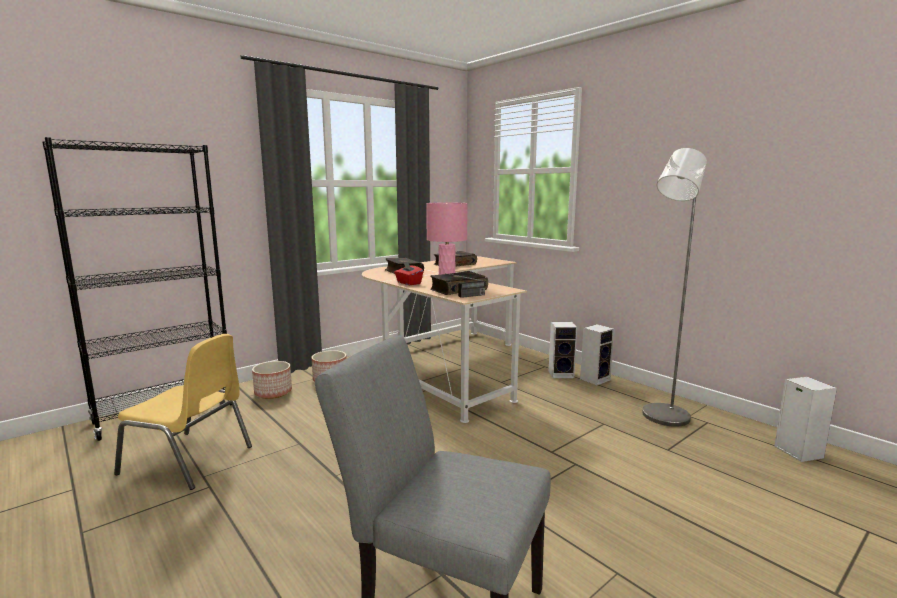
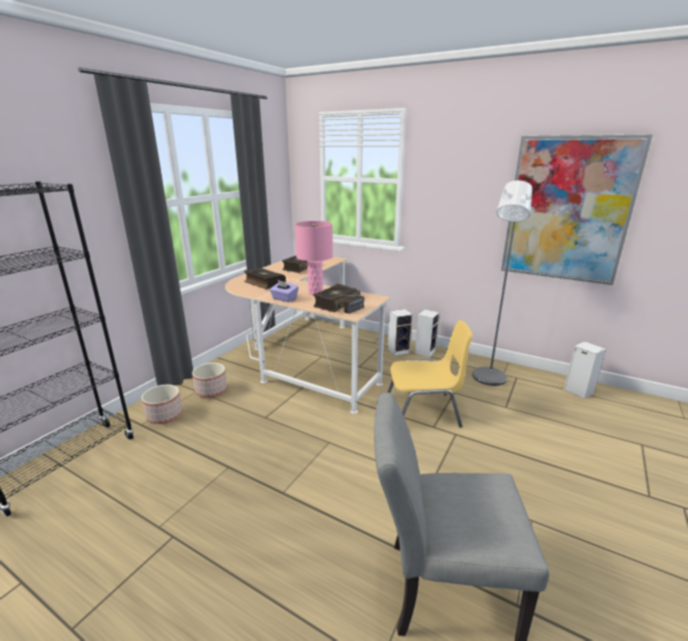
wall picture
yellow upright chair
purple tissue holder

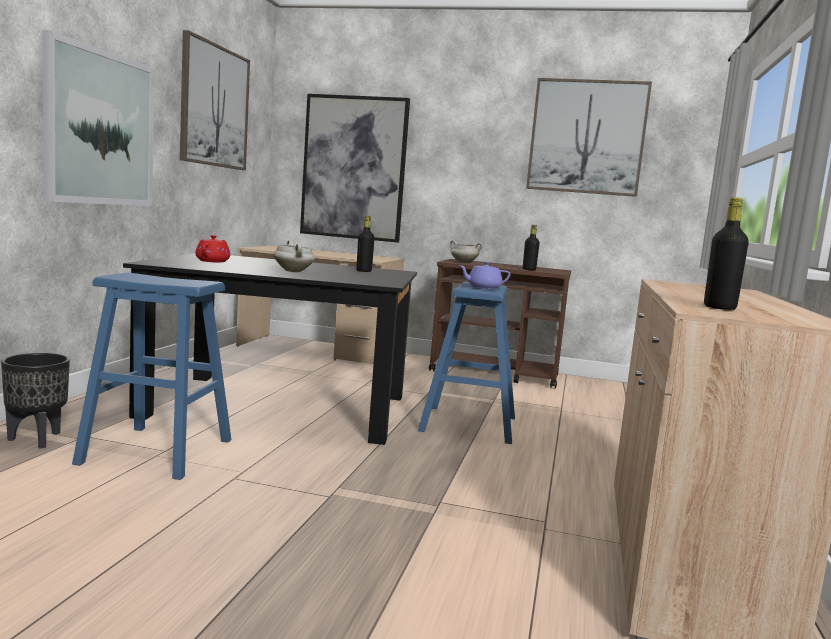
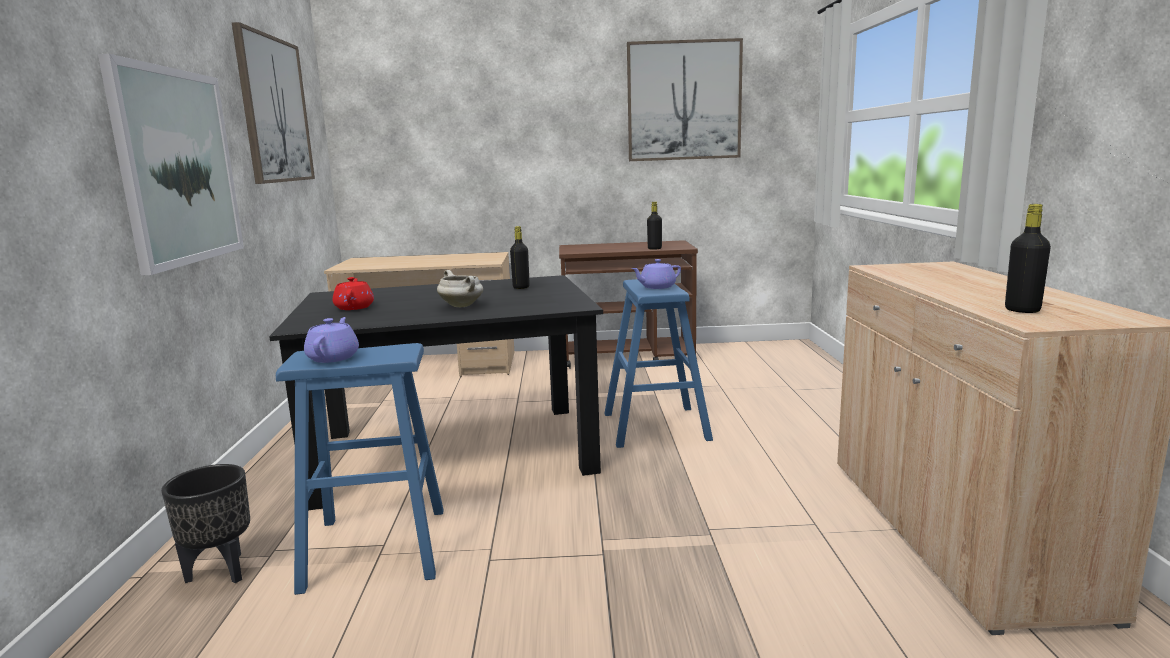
wall picture (3rd from left in the first image)
whitish cooking pot (2nd from left in the first image)
purple teapot (1st from left)

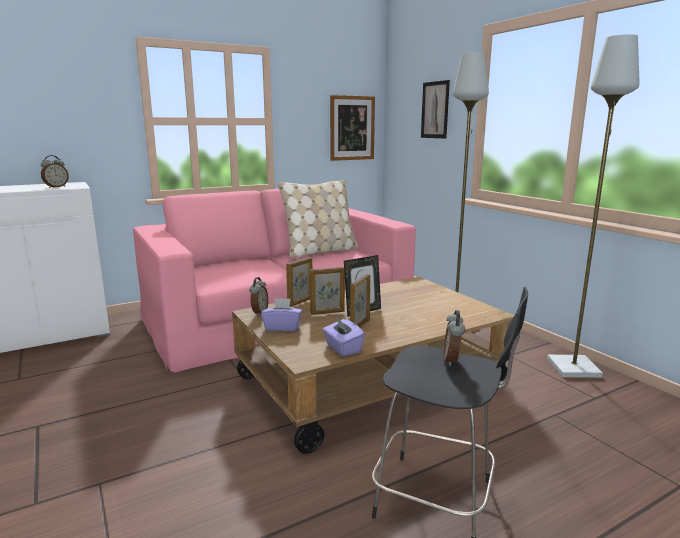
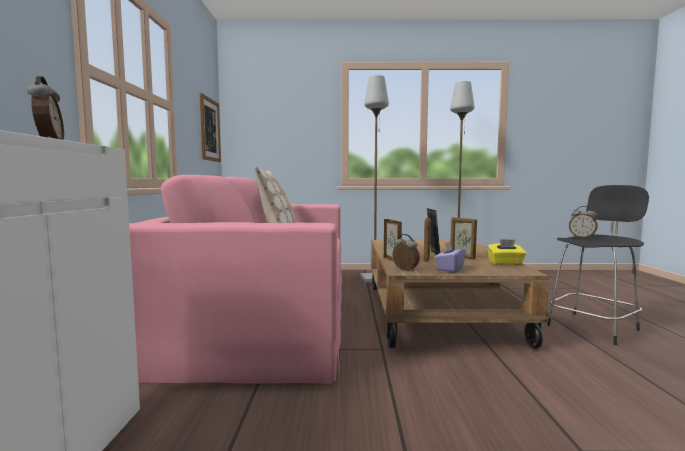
wall picture (2nd from left in the first image)
yellow tissue holder

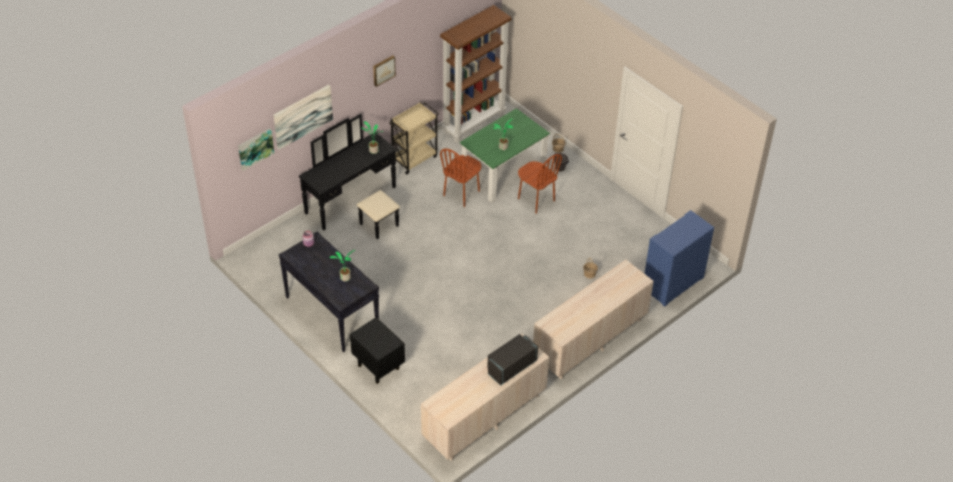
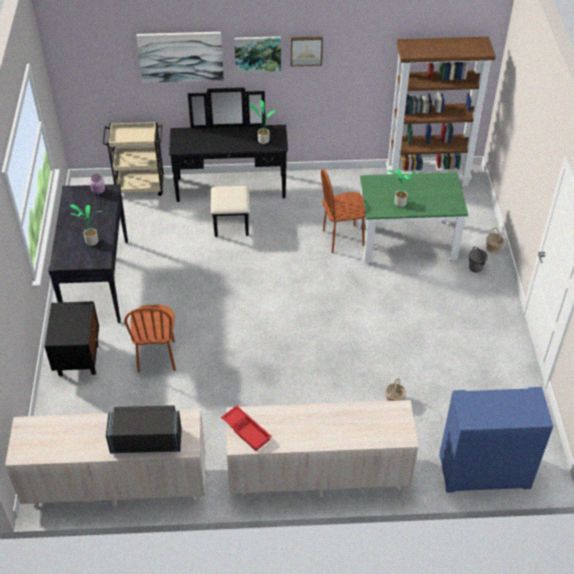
reddish carrying tray
wall picture (2nd from left)
beige-coloured wheeled cart
brown upright chair (1st from left)

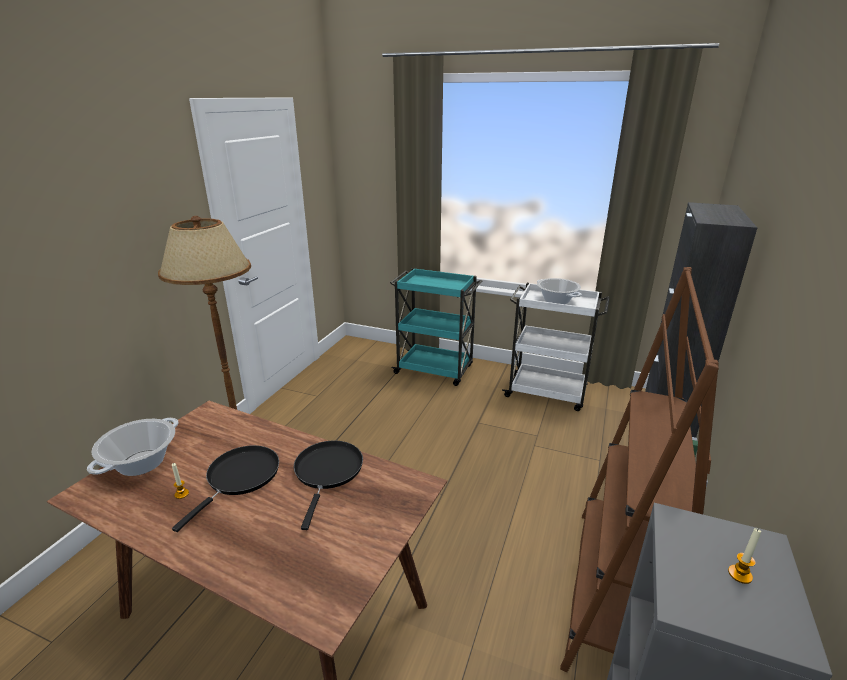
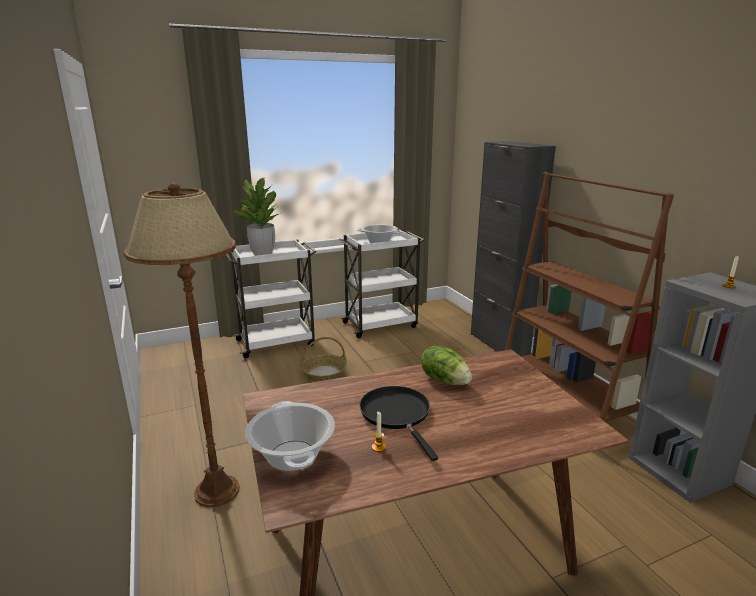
potted plant
basket
lettuce head
whitish wheeled cart (1st from left)

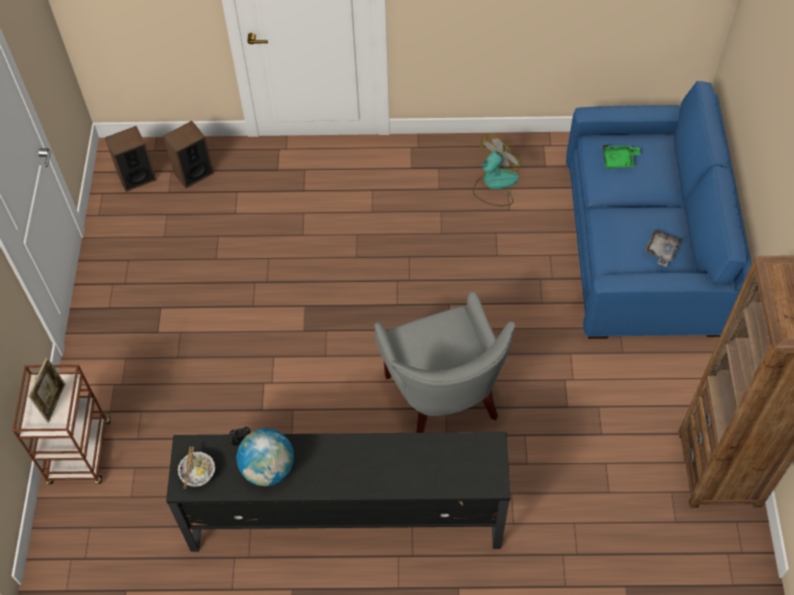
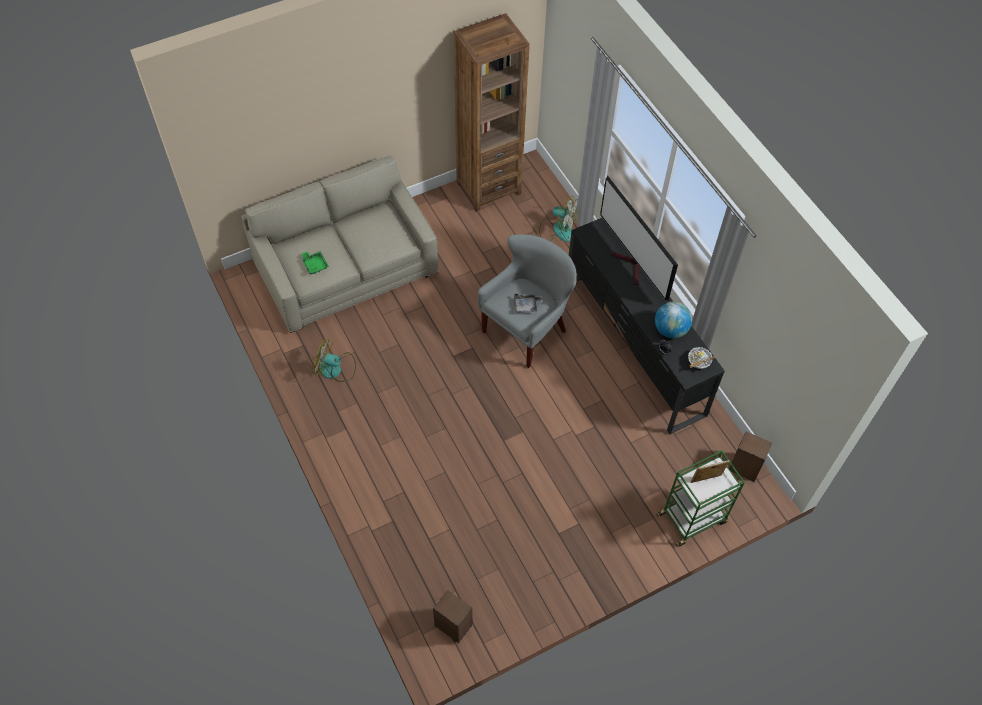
cooling fan (2nd from left)
TV set
loudspeaker (2nd from left)
gray carrying tray
green-coloured wheeled cart
beige-coloured settee

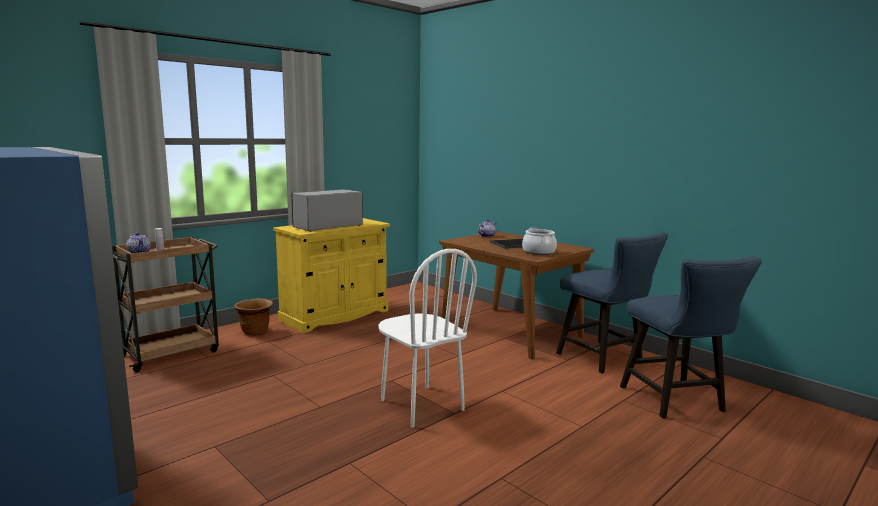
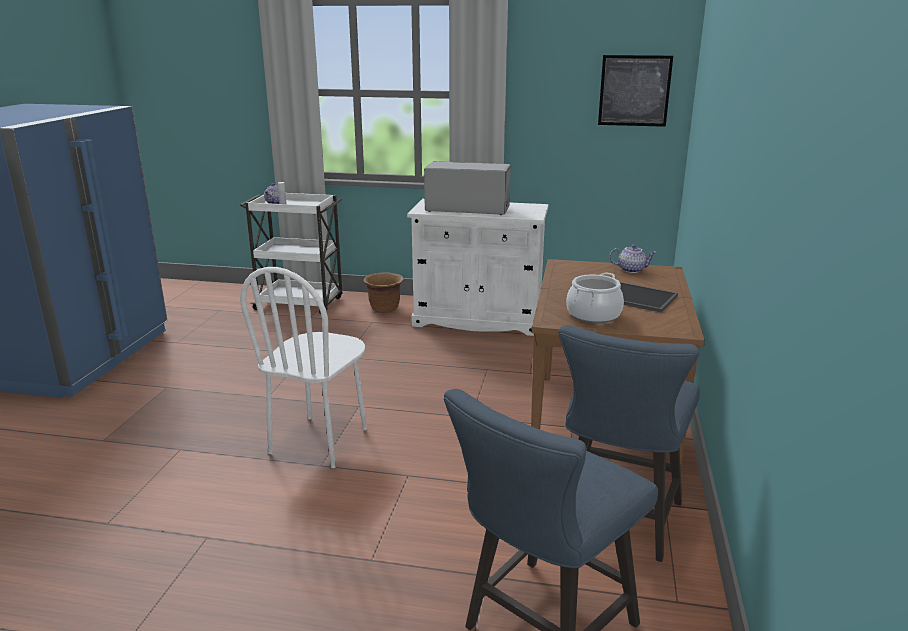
wall picture
whitish wheeled cart
whitish cupboard

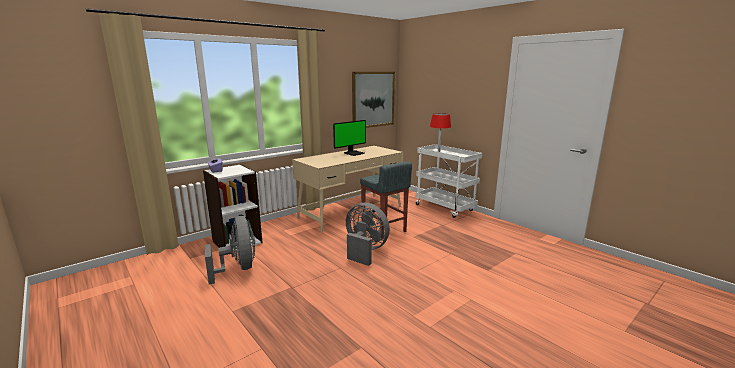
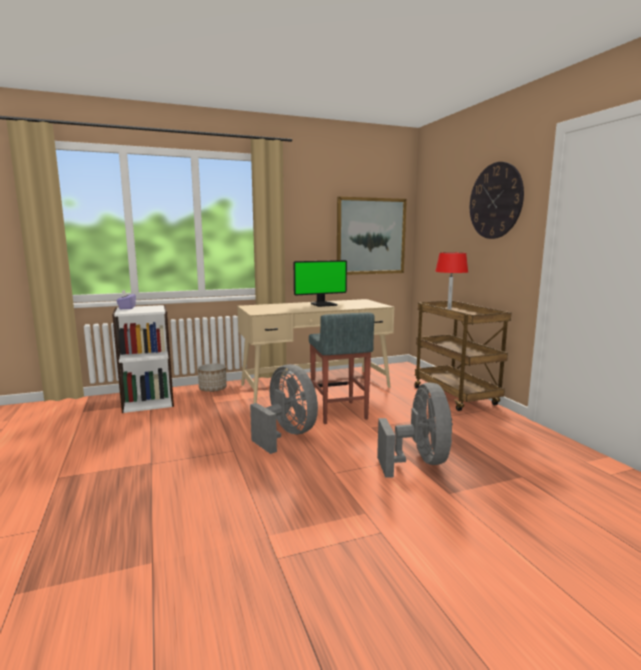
flower pot
clock on the wall
gray cooling fan (2nd from left)
brown wheeled cart

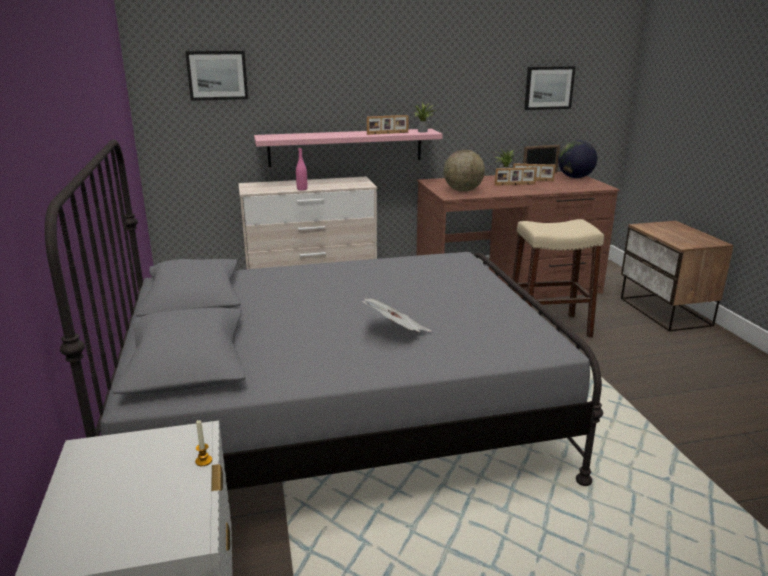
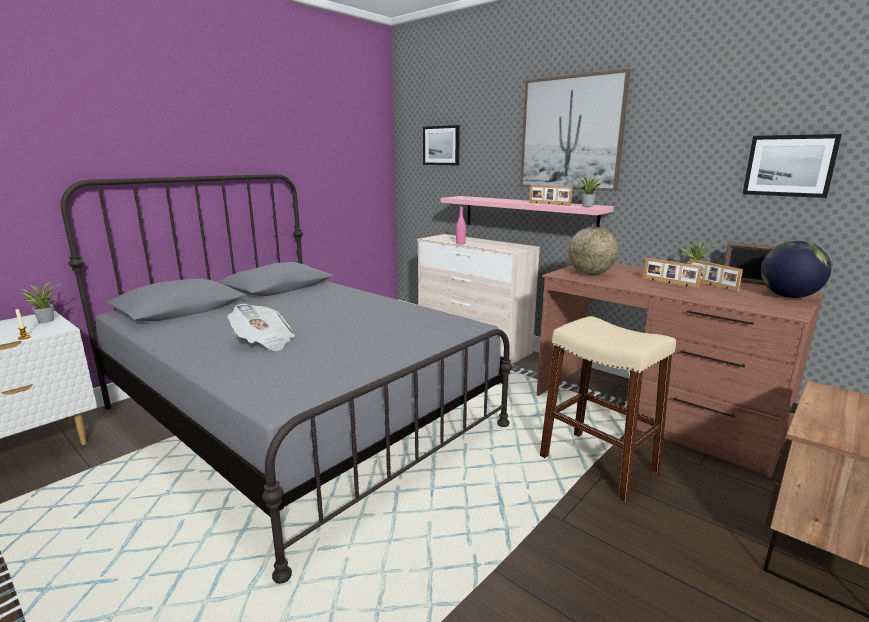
potted plant (1st from left)
wall picture (2nd from left)

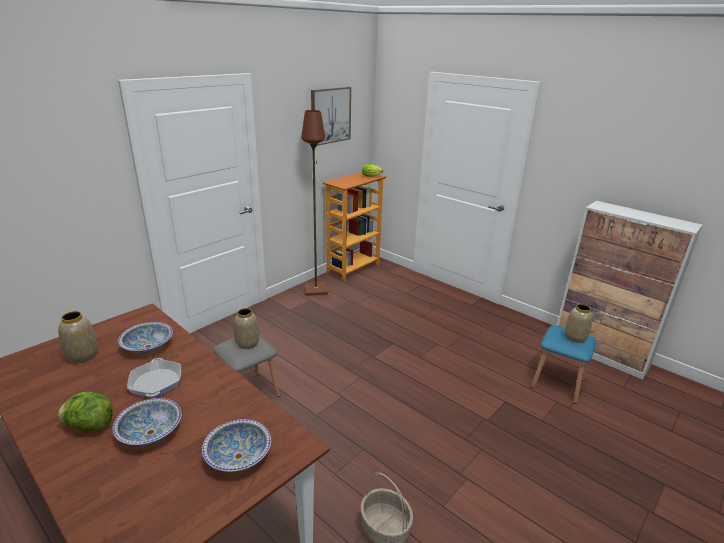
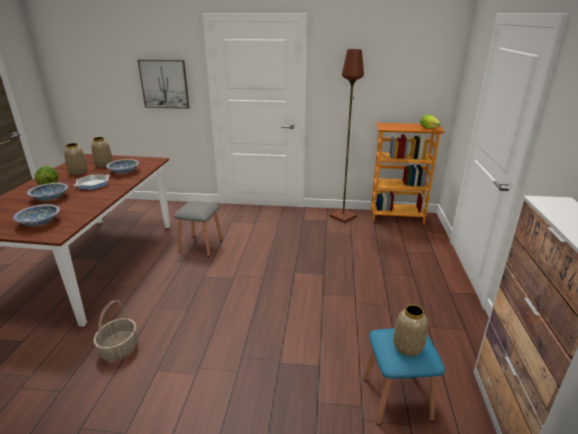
vase (1st from left)
wall picture

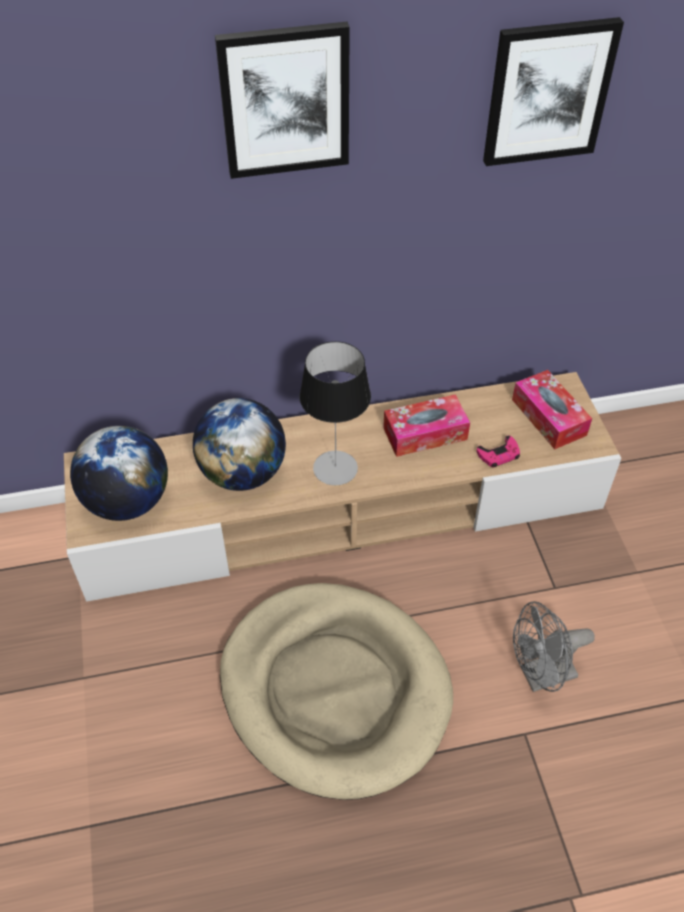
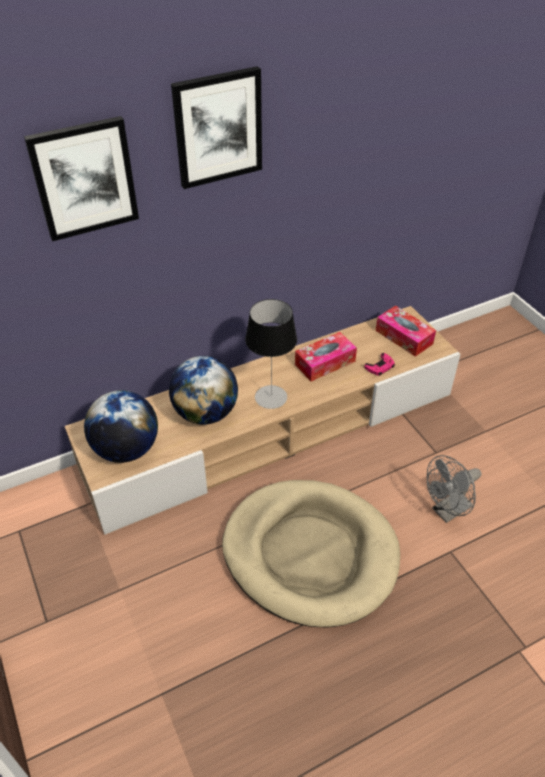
wall picture (1st from left)

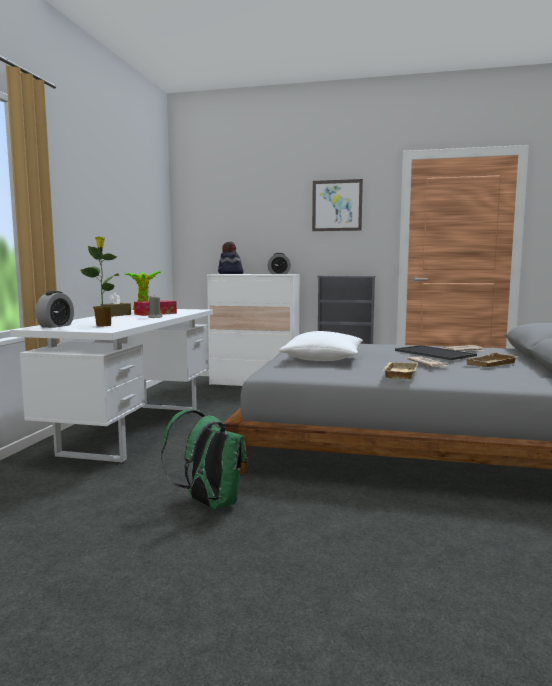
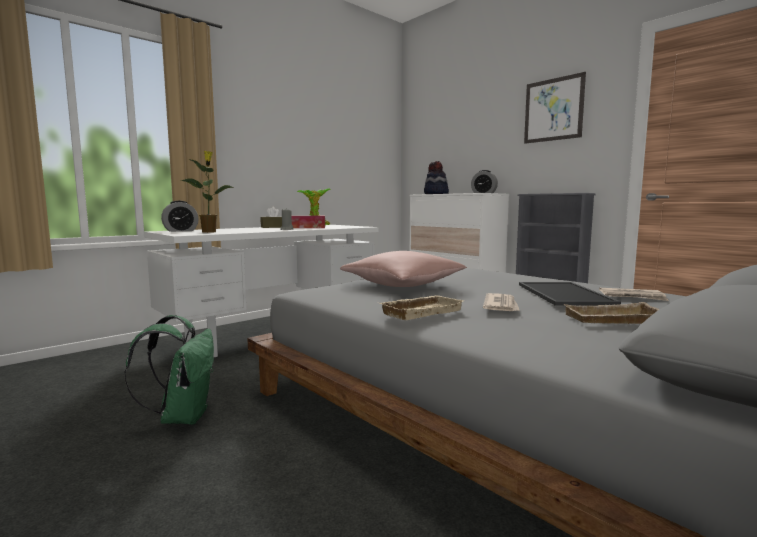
pink-coloured cushion

